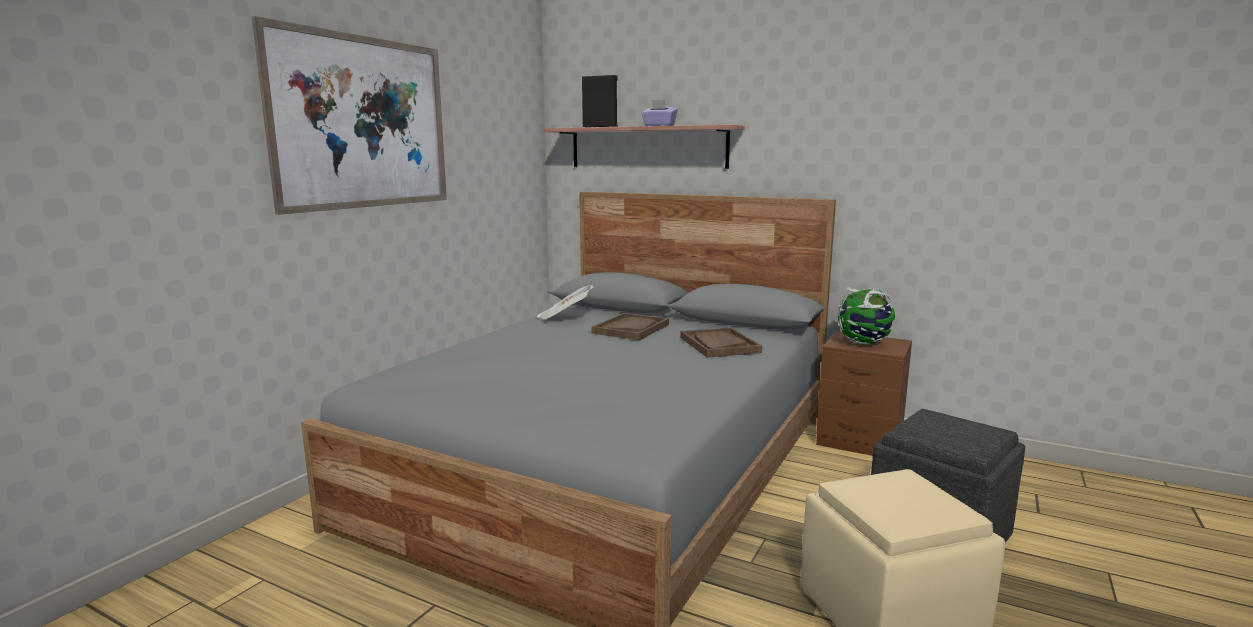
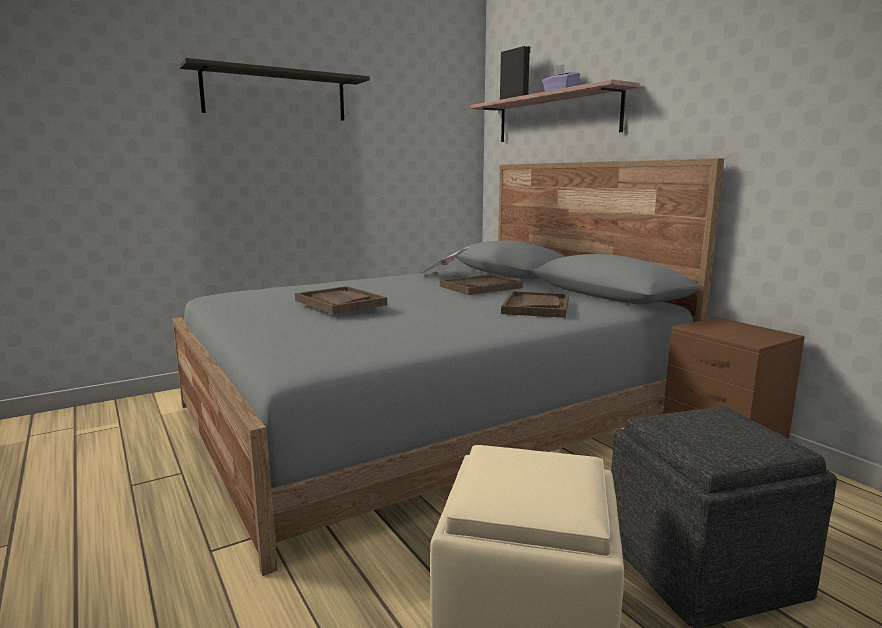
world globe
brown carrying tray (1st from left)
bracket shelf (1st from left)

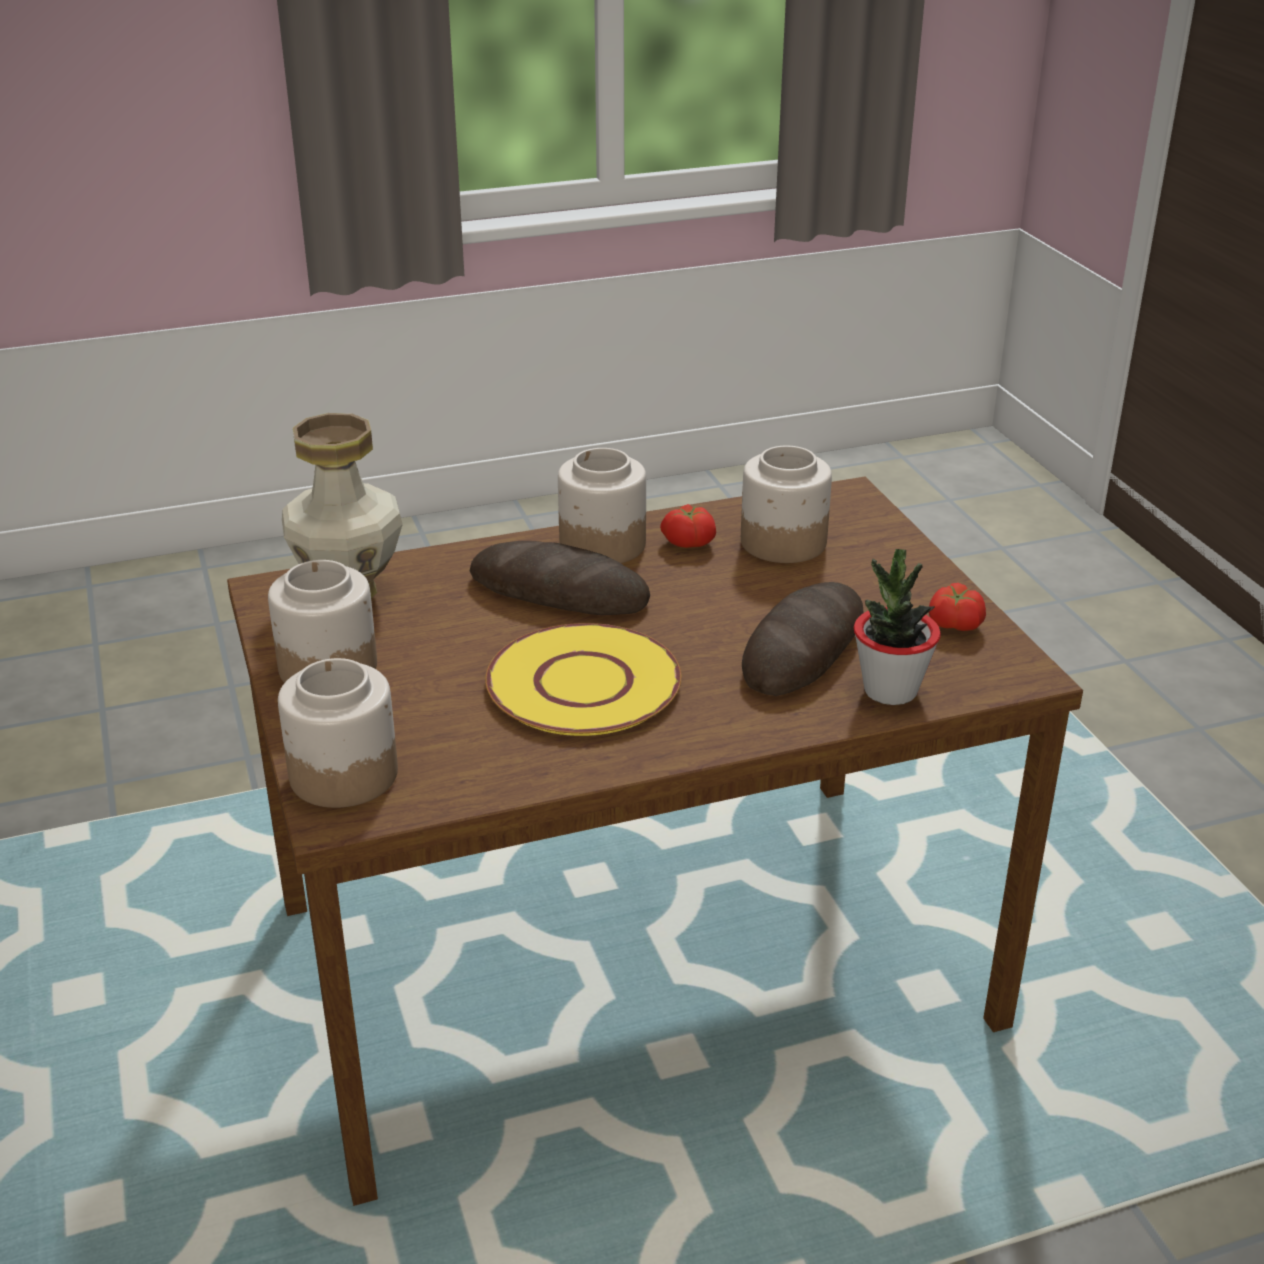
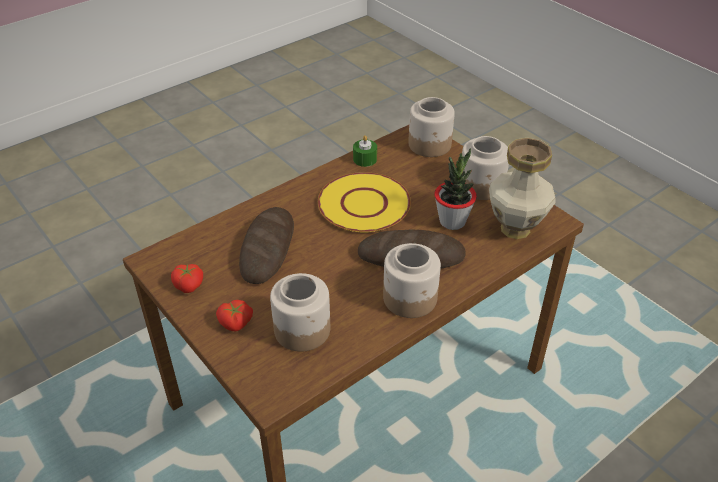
green-coloured candle
fresh tomato (2nd from left)
potted plant

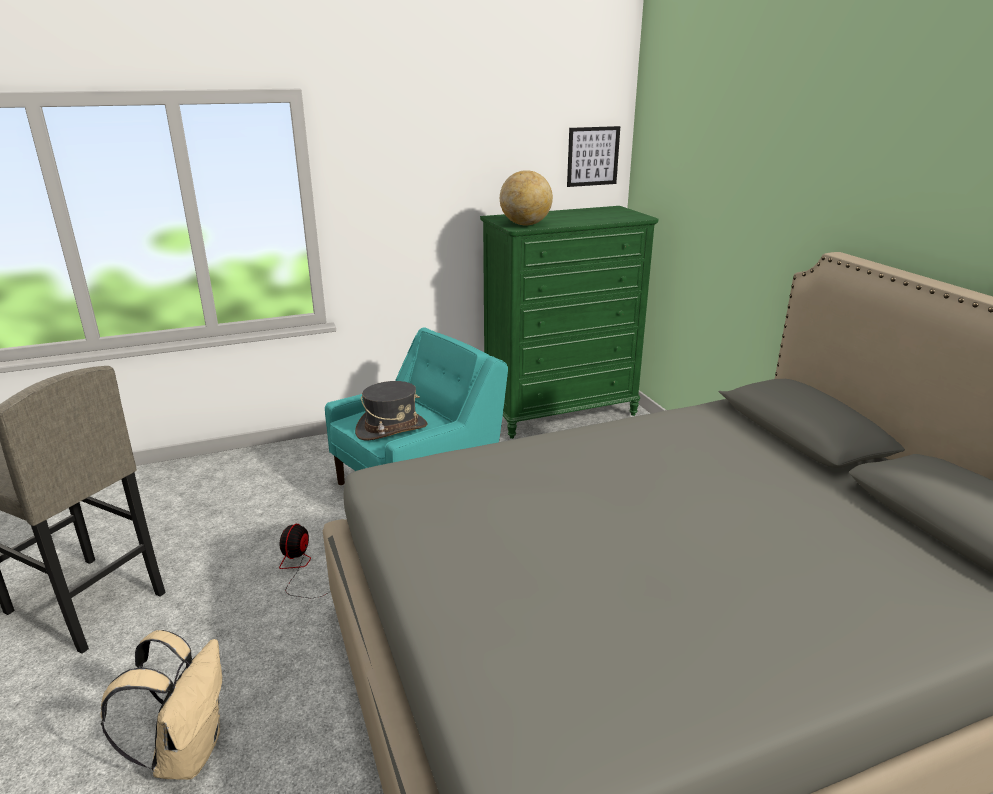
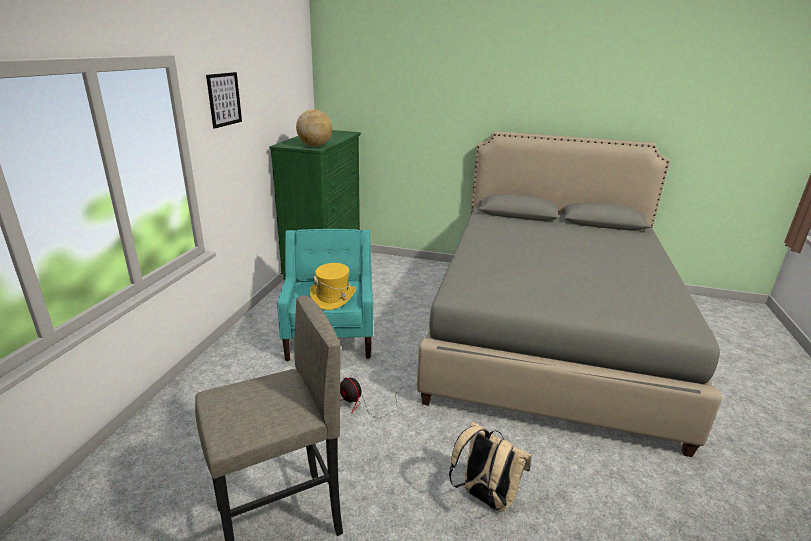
wall picture
yellow wearable hat

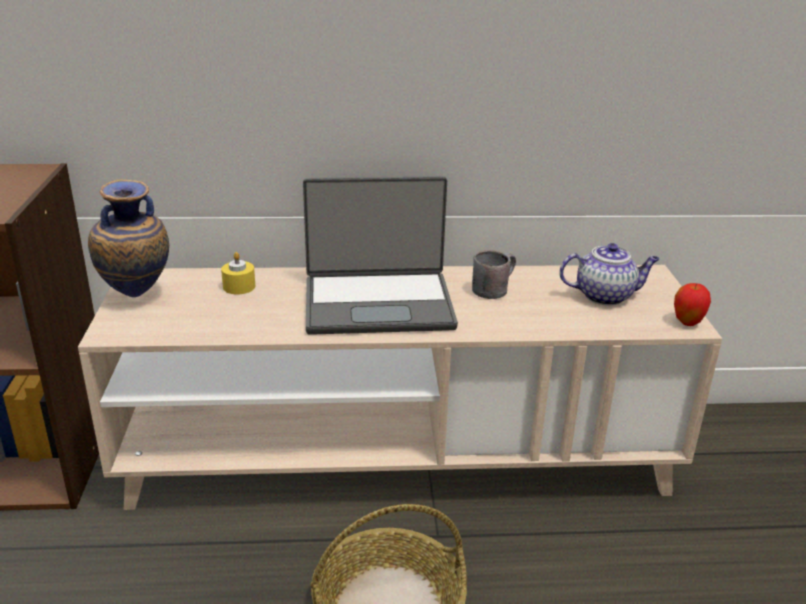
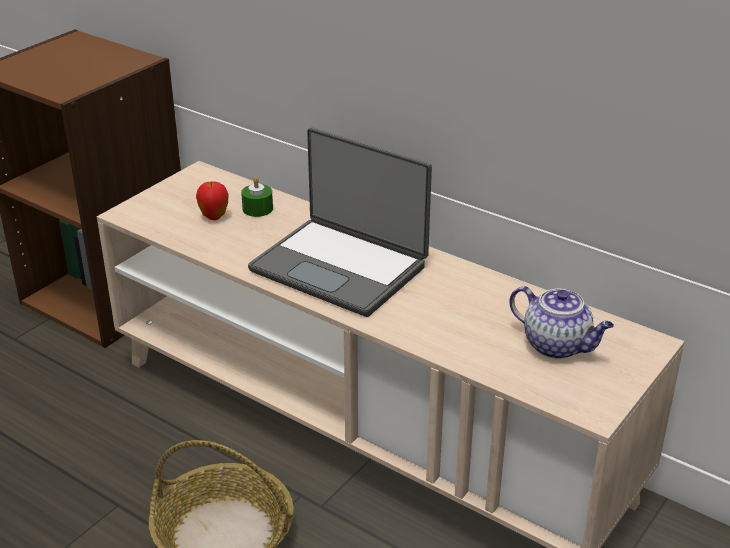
vase
gray tea mug
apple fruit
green-coloured candle

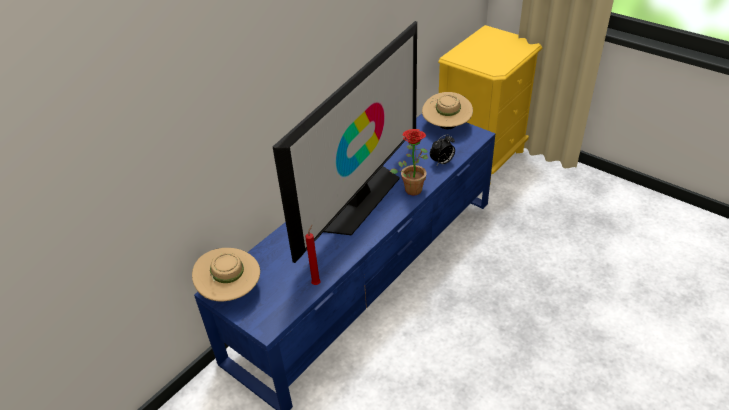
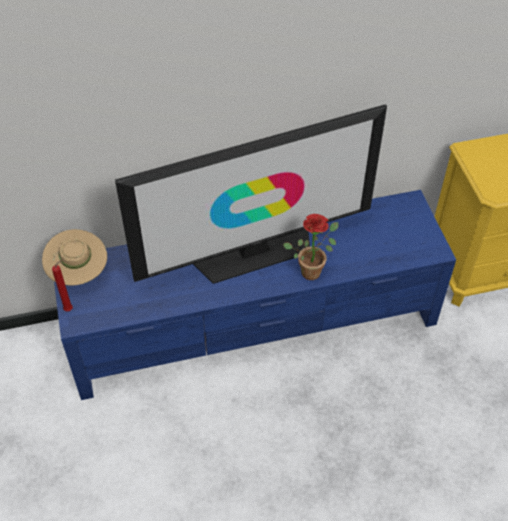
beige-coloured wearable hat (2nd from left in the first image)
alarm clock
reddish candle

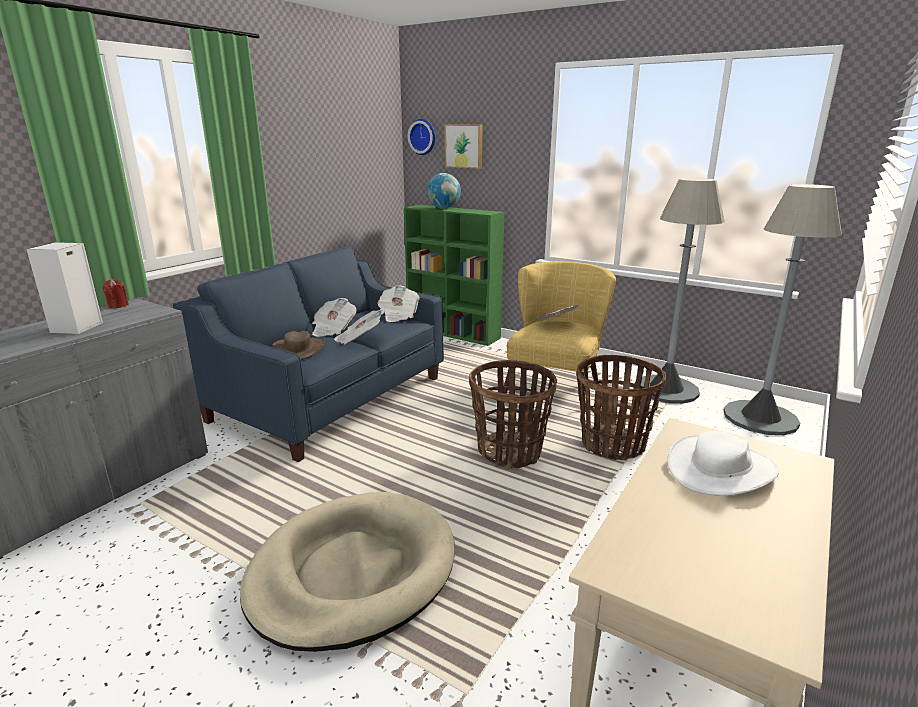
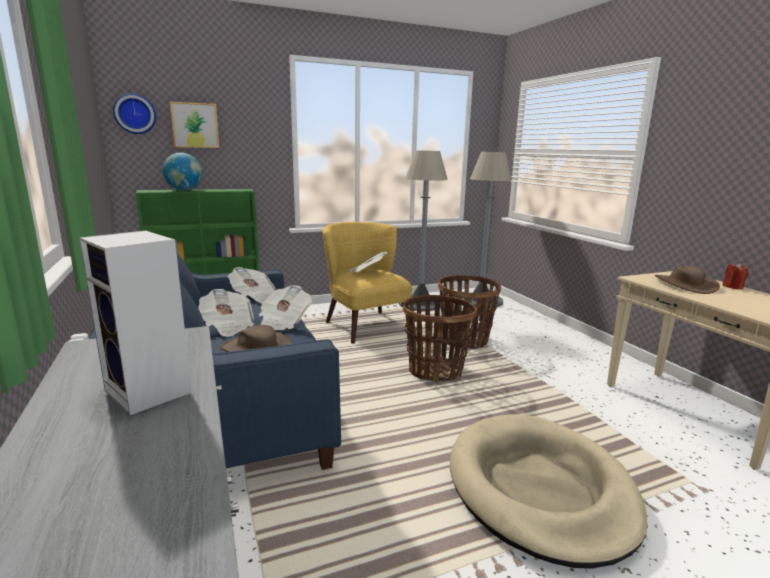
reddish candle
brown wearable hat (2nd from left)

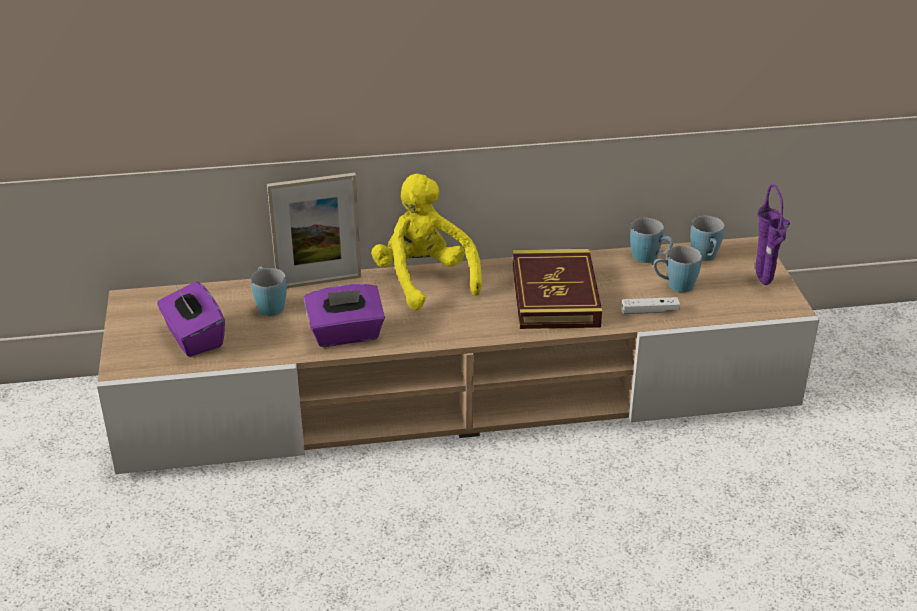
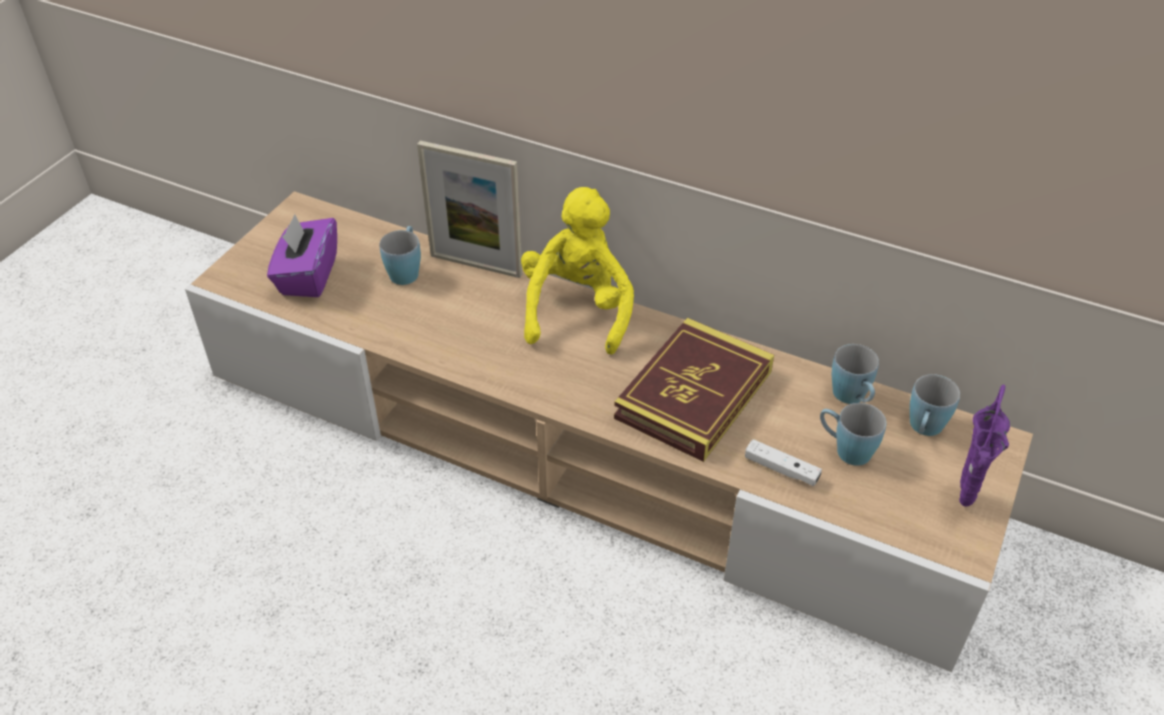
purple tissue holder (2nd from left in the first image)

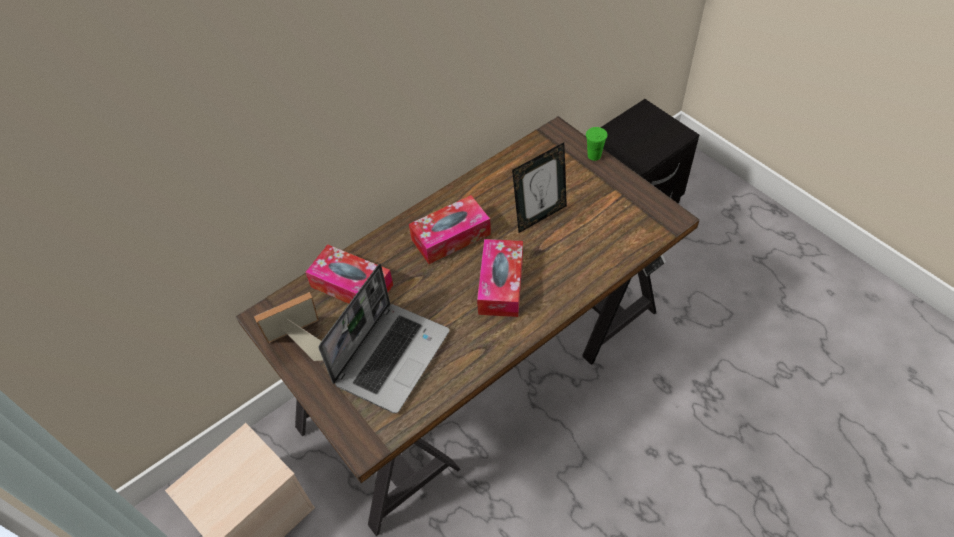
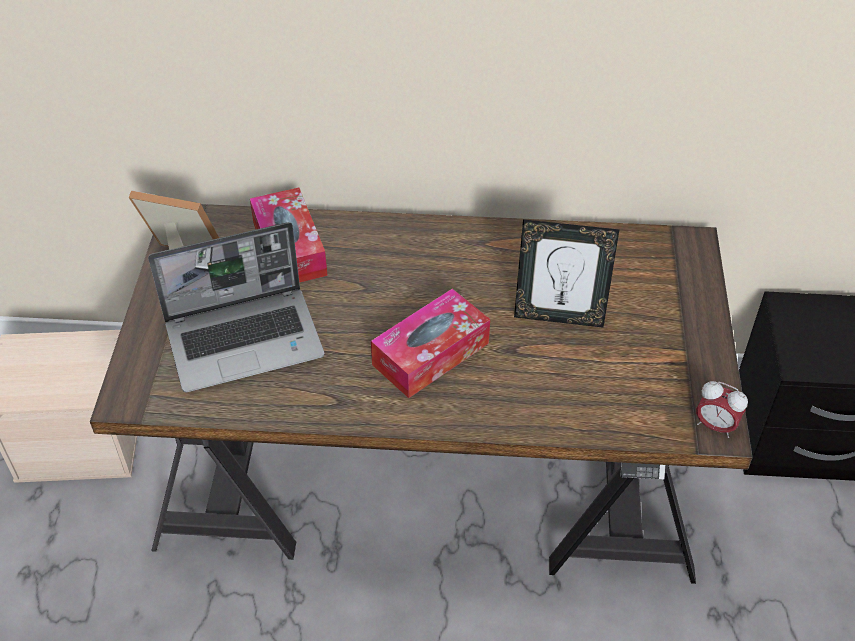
tissue holder (2nd from left in the first image)
green-coloured small cup
alarm clock

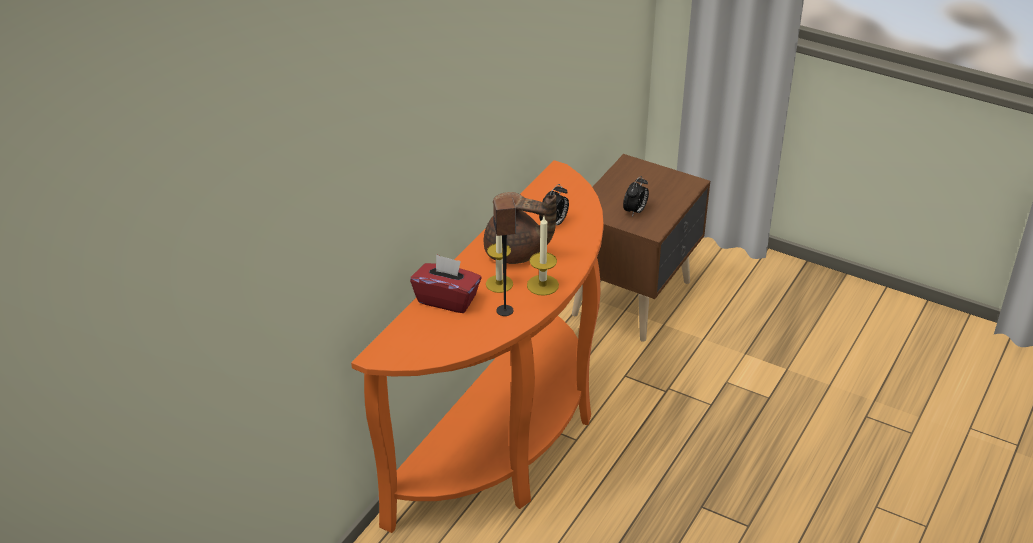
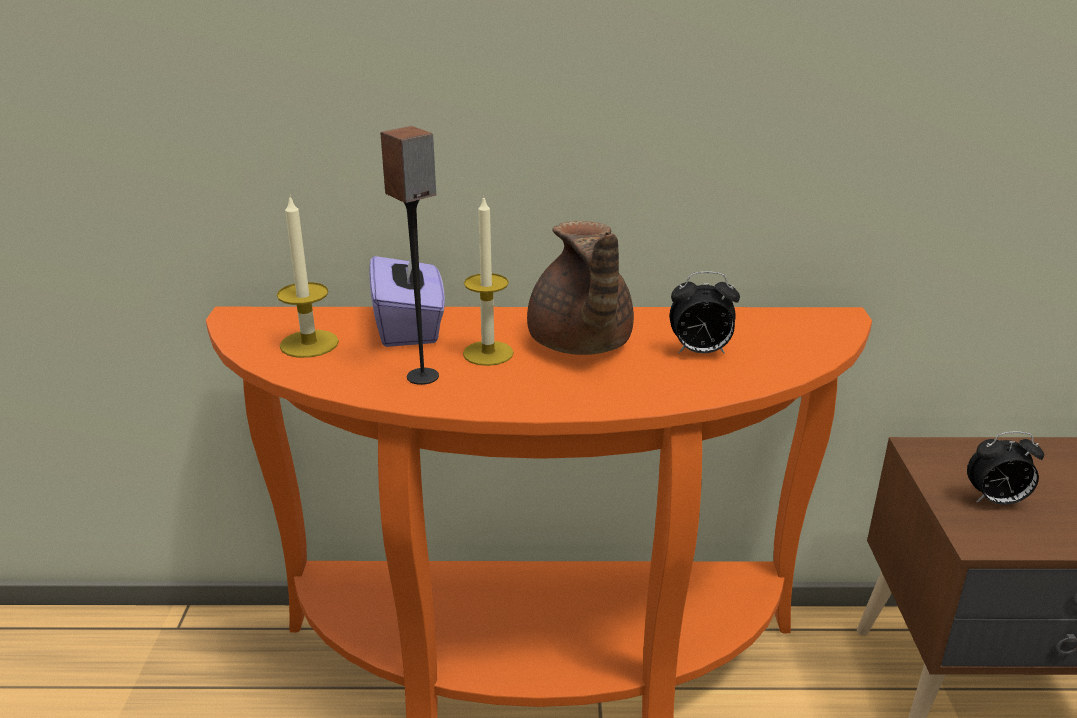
candle (1st from left)
purple tissue holder

